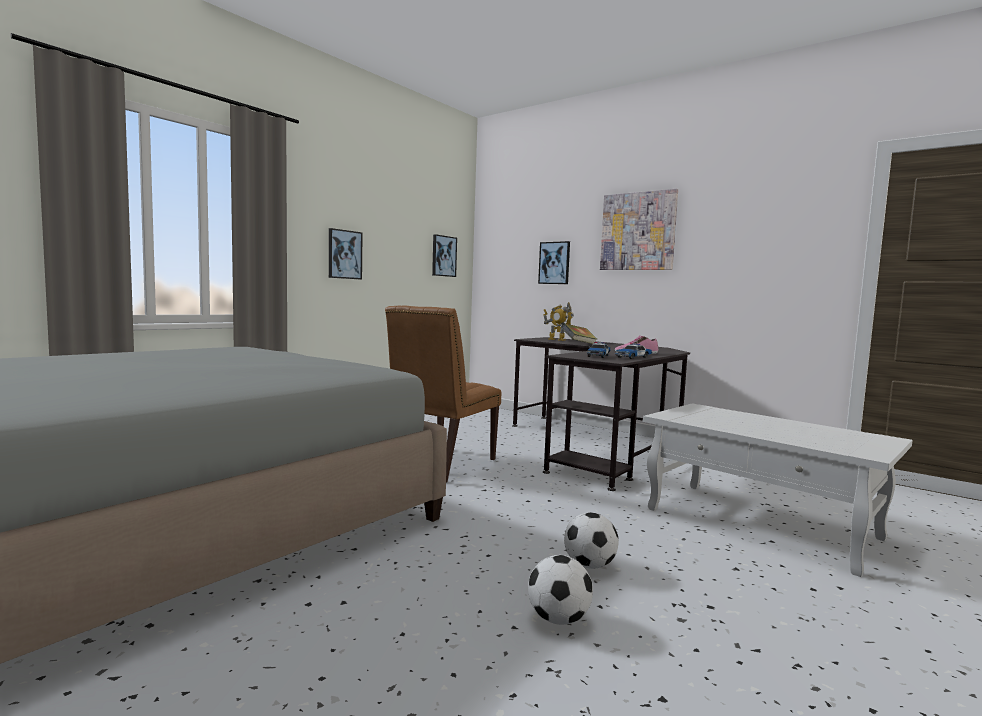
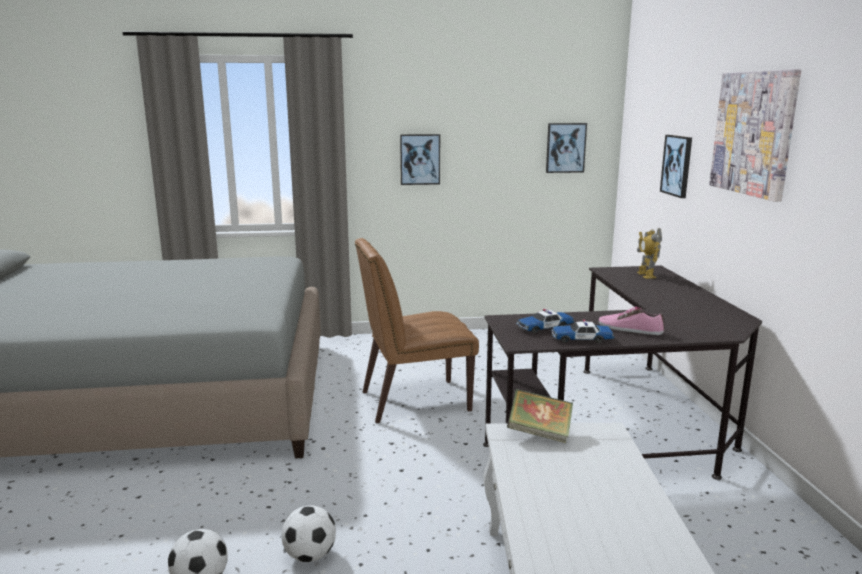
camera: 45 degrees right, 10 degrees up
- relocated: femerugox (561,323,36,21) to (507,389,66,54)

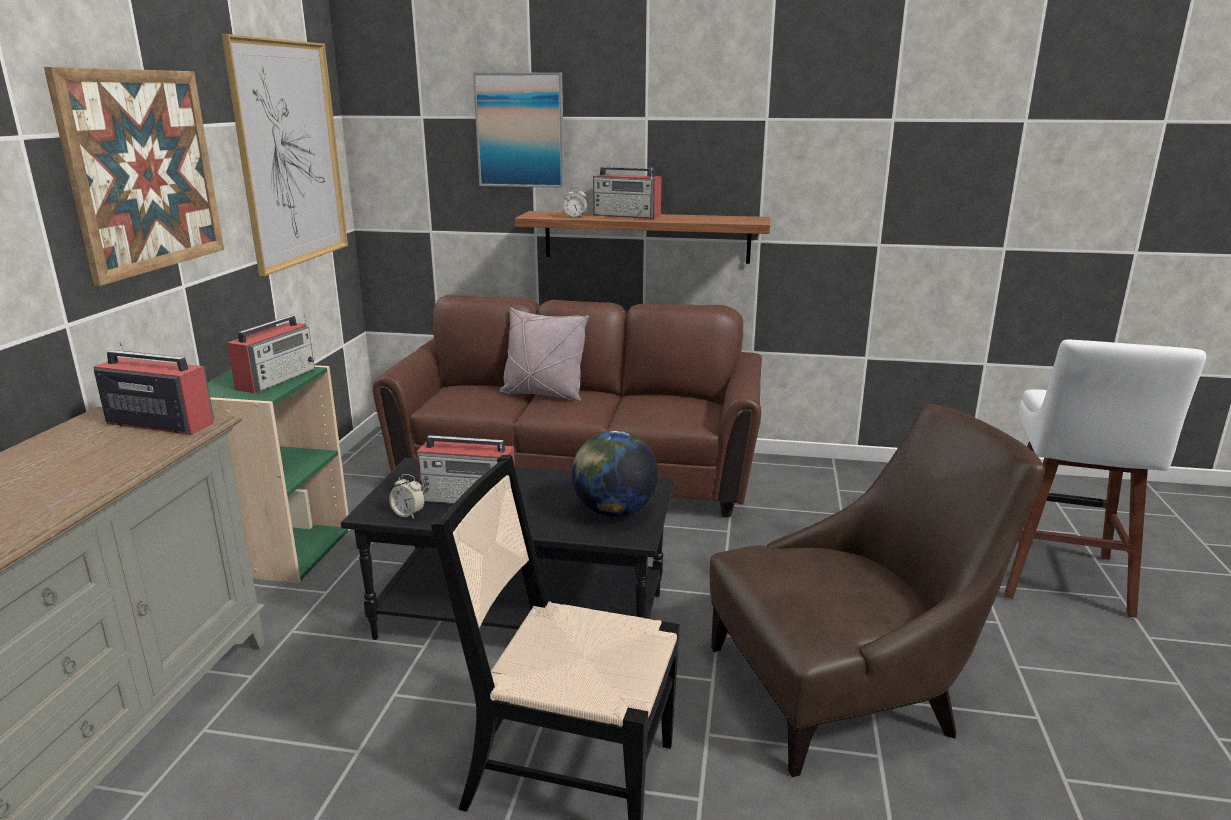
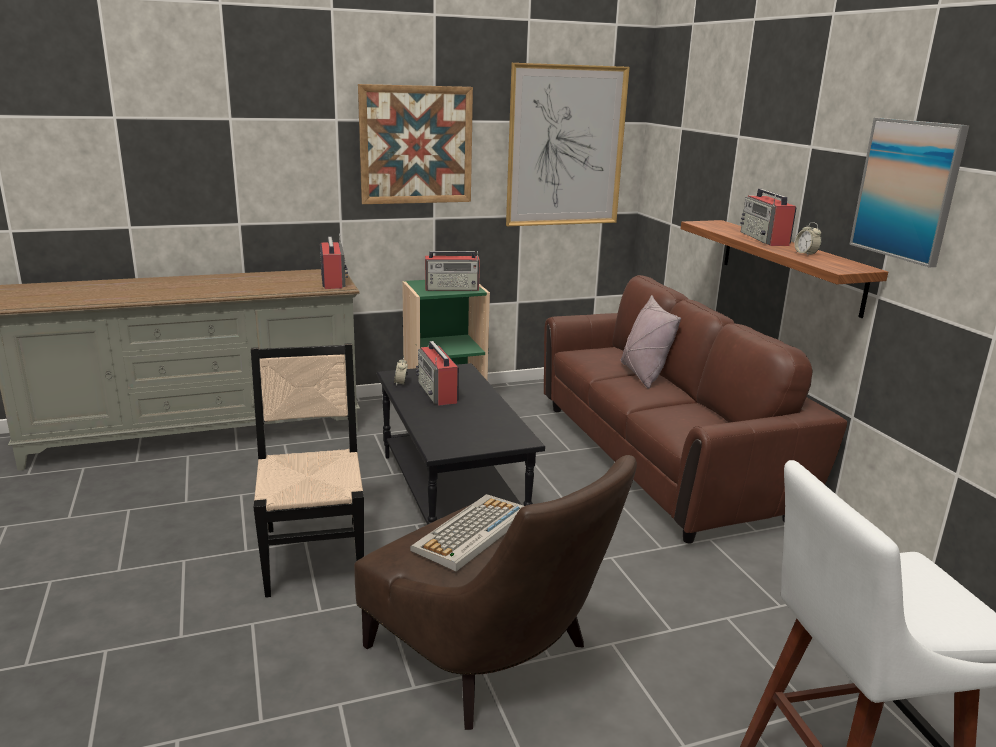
camera: 60 degrees right, 0 degrees up
- missing: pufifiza (572,431,86,86)
- appeared: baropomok (410,494,114,78)
- relocated: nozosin (473,72,92,116) to (849,118,120,150)
- relocated: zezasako (563,186,24,32) to (794,222,27,33)

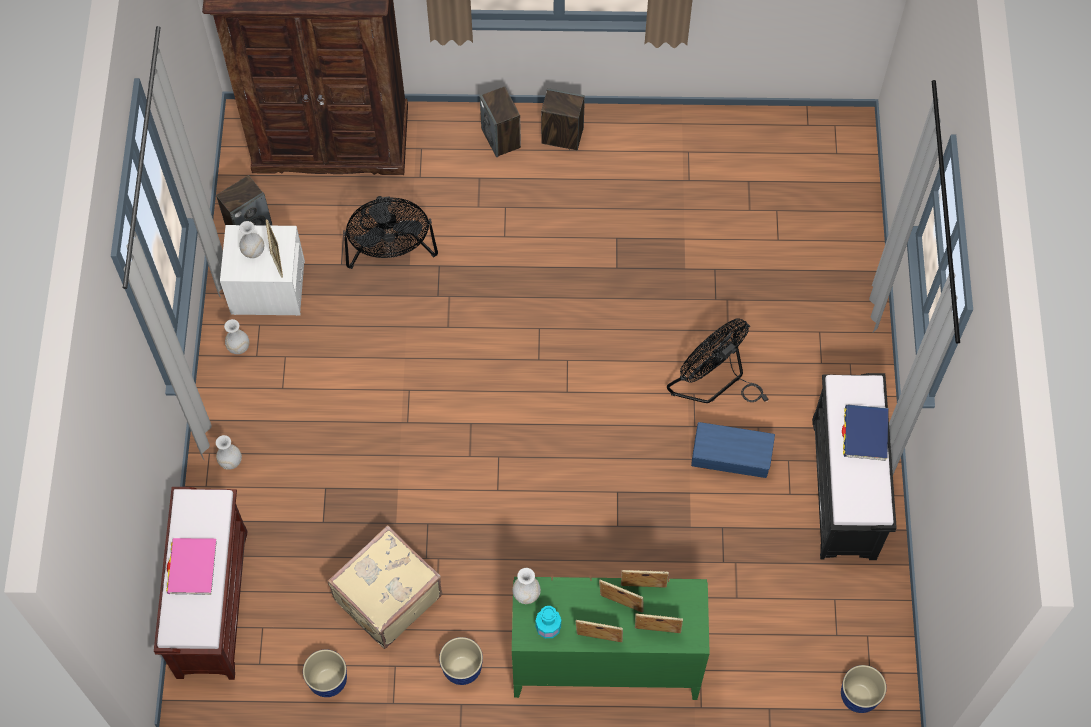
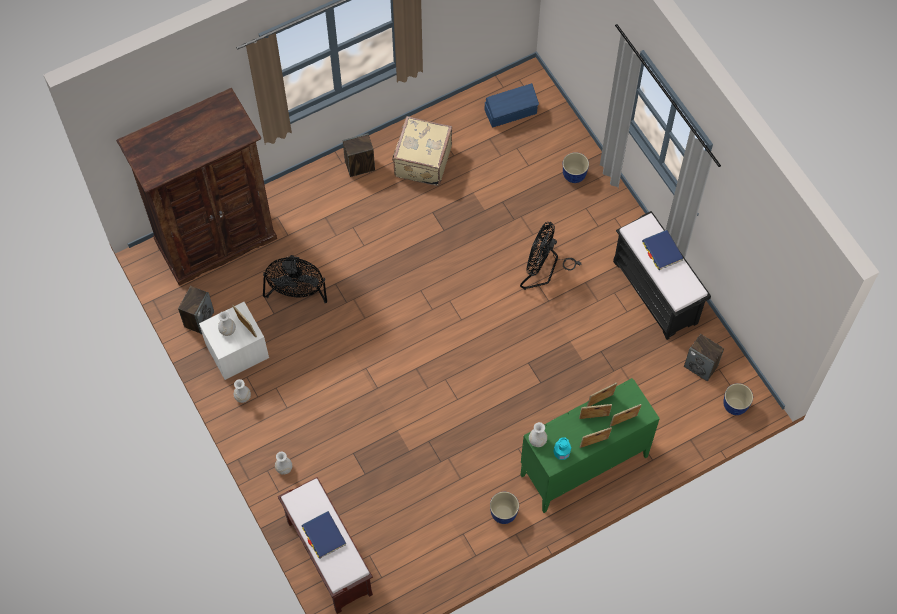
camera: 30 degrees left, 0 degrees up
- relocated: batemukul (303,649,44,48) to (563,152,26,31)
- relocated: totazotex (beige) (327,525,115,124) to (392,116,60,70)
- relocated: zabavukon (480,86,41,71) to (684,334,40,47)
- relocated: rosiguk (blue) (691,422,84,56) to (485,83,54,45)
- colour: femerugox (pink) (166,538,51,57) to femerugox (blue) (302,511,44,48)
- spun: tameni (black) (343,196,95,73) = (263,255,64,48) 45 degrees clockwise

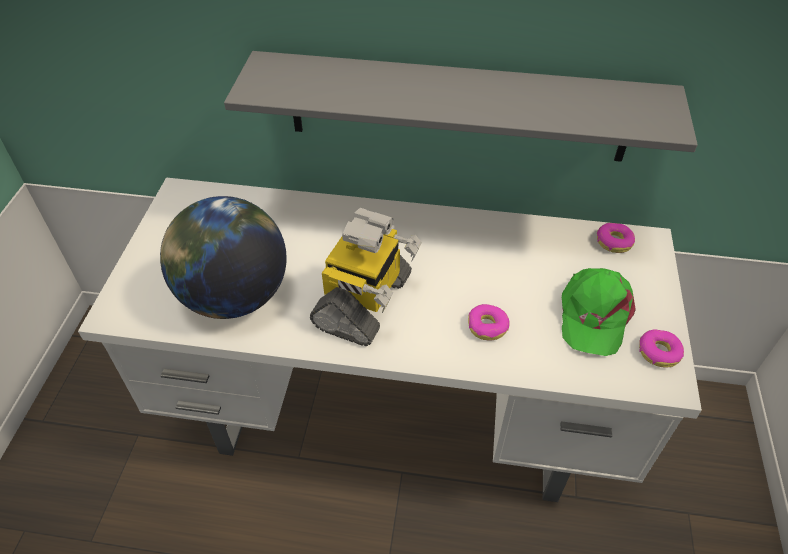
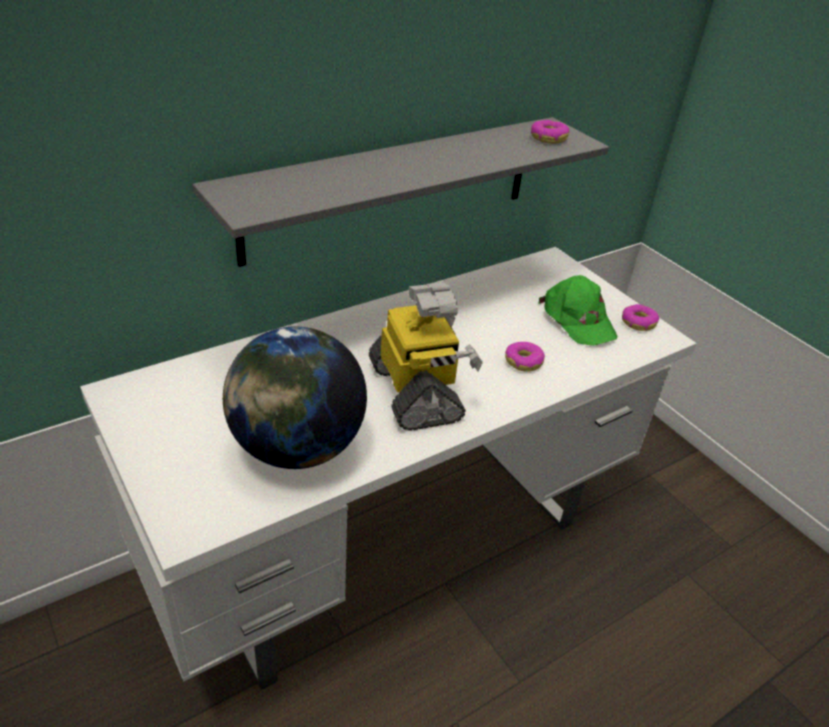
camera: 45 degrees left, 10 degrees down
- relocated: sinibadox (597,223,38,30) to (531,120,39,24)

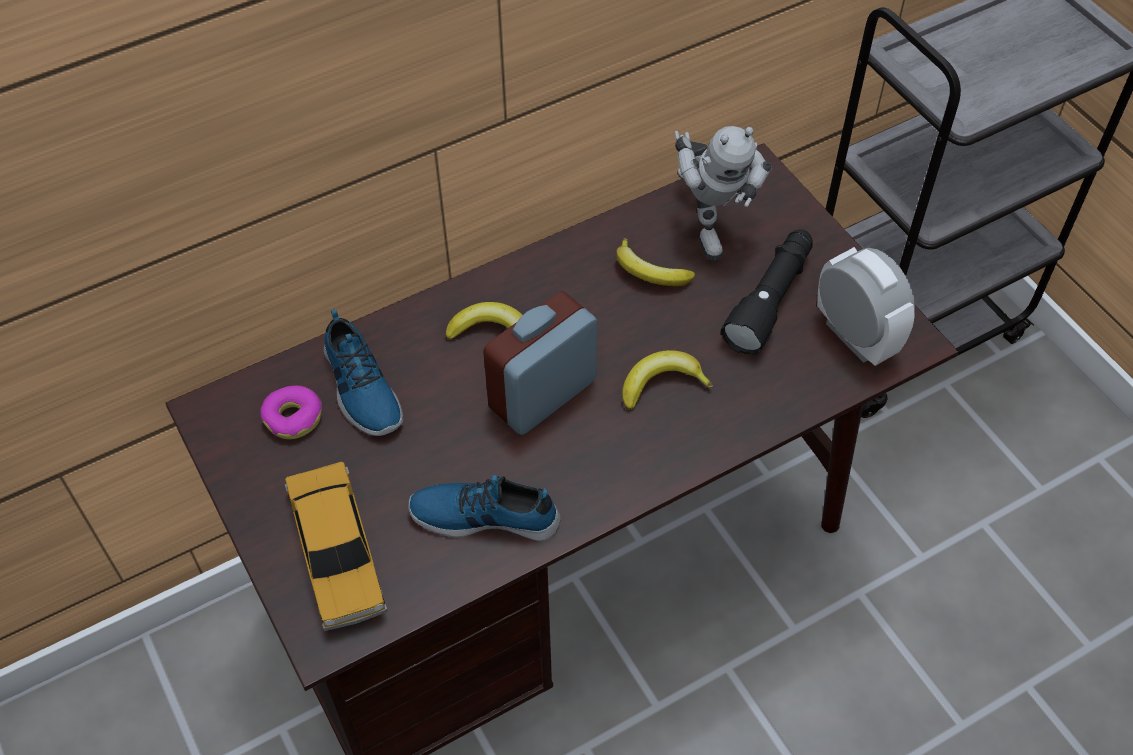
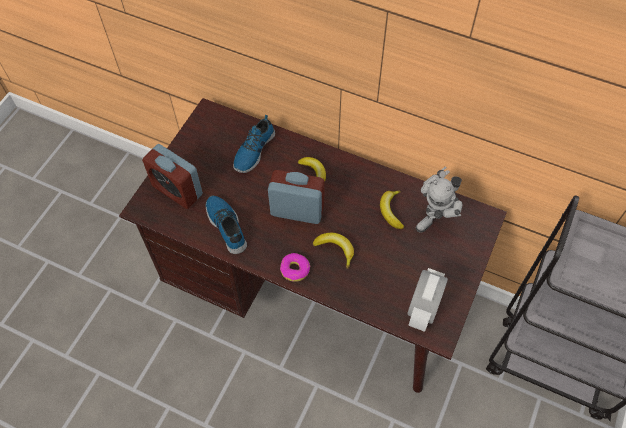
camera: 55 degrees right, 5 degrees up
- missing: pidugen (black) (721,229,92,126)
- relocated: sinibadox (260,385,62,54) to (280,253,30,29)
- exchanged: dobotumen (285,462,103,169) to zezasako (142,144,61,65)

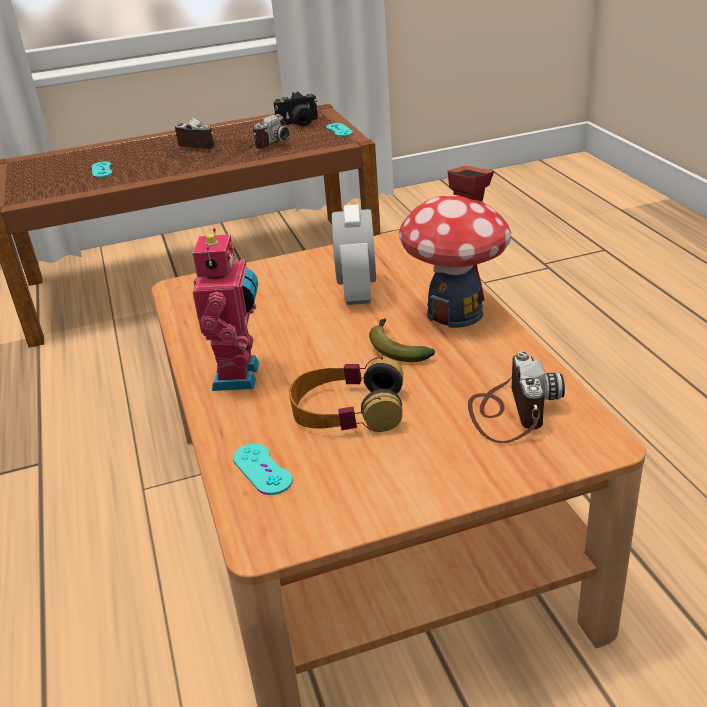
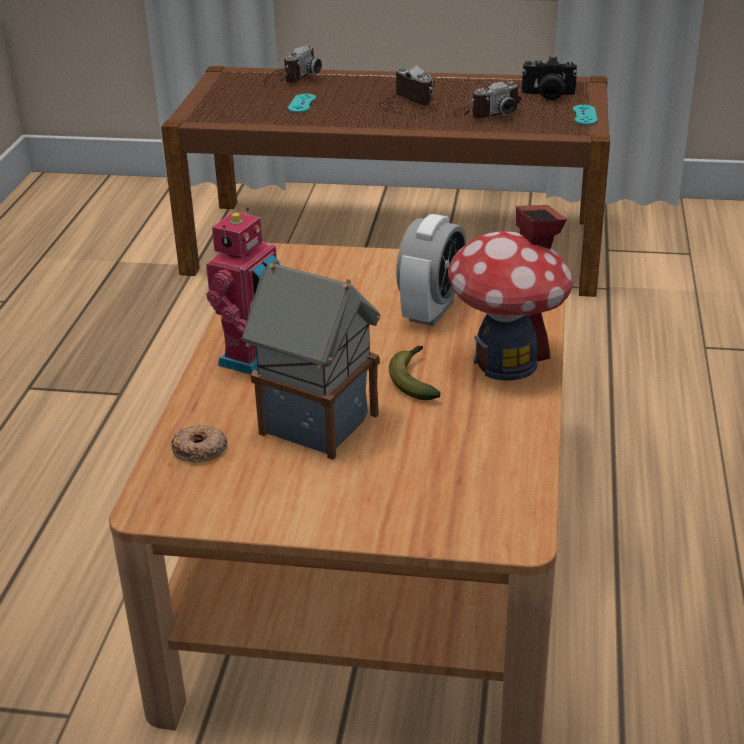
camera: 25 degrees right, 0 degrees up
- relocated: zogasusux (468,351,97,92) to (263,45,59,39)
- exchanged: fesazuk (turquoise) (233,444,60,51) to sinibadox (171,424,57,39)
- exchanged: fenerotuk (289,357,114,75) to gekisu (242,260,138,200)

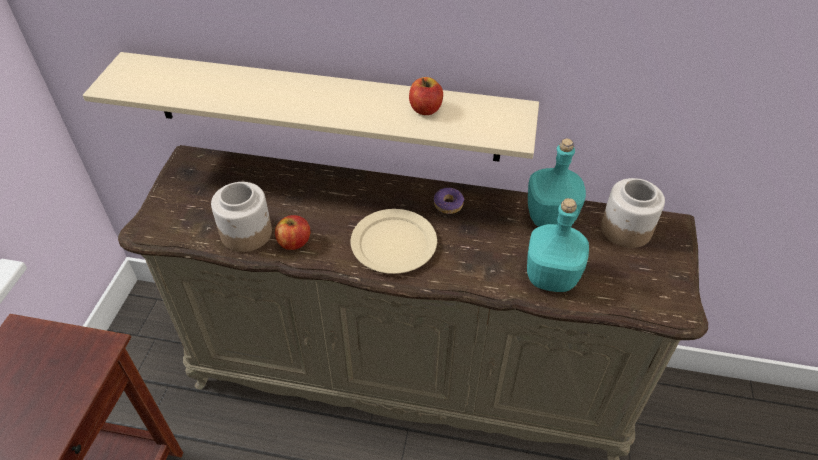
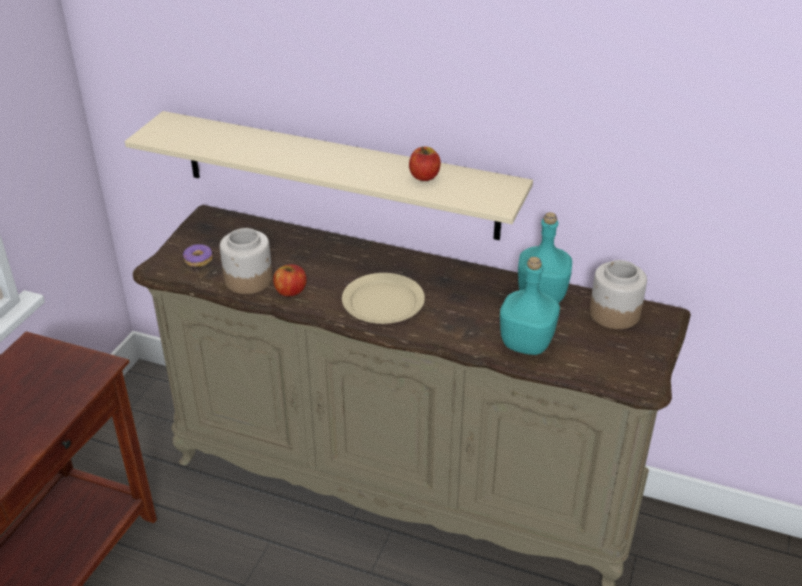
camera: 10 degrees right, 10 degrees down
- relocated: sinibadox (434,188,30,26) to (183,244,30,23)

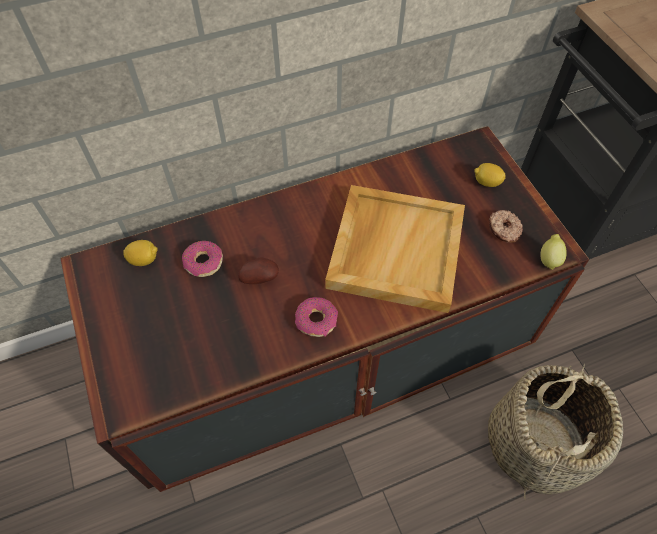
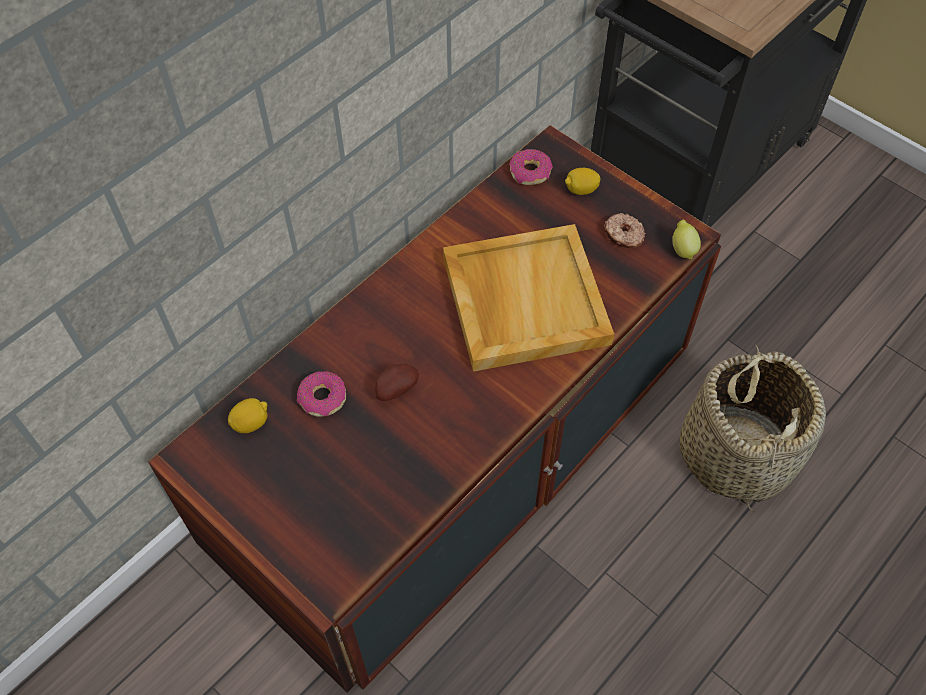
camera: 25 degrees left, 0 degrees up
- relocated: sinibadox (295,297,43,40) to (509,149,44,36)

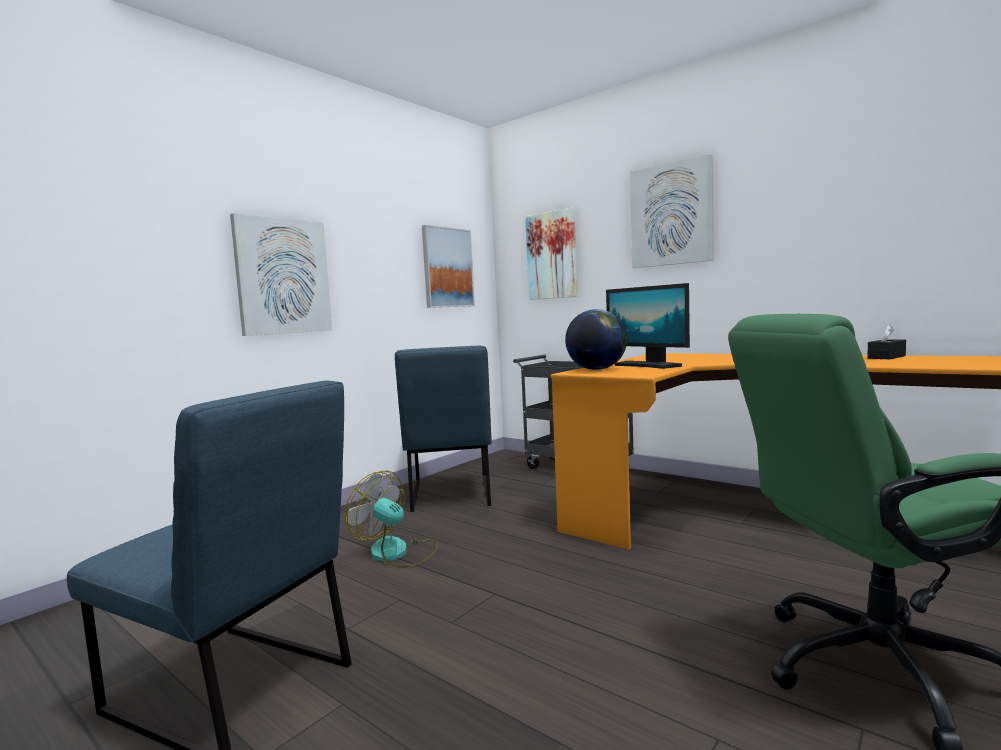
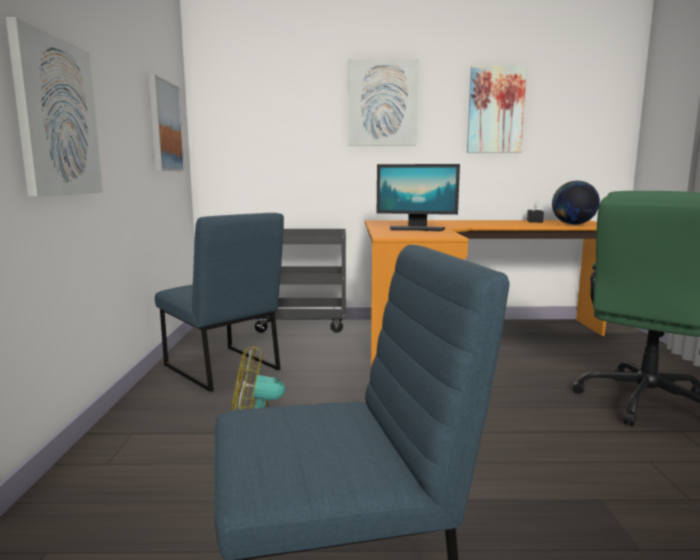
camera: 40 degrees left, 5 degrees up
- relocated: nozosin (525,208,52,92) to (467,66,60,87)
- relocated: pufifiza (565,309,62,61) to (552,181,48,44)

